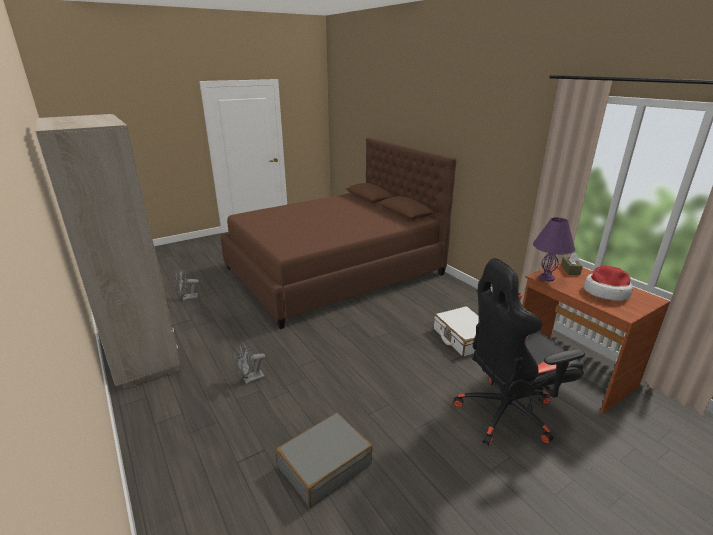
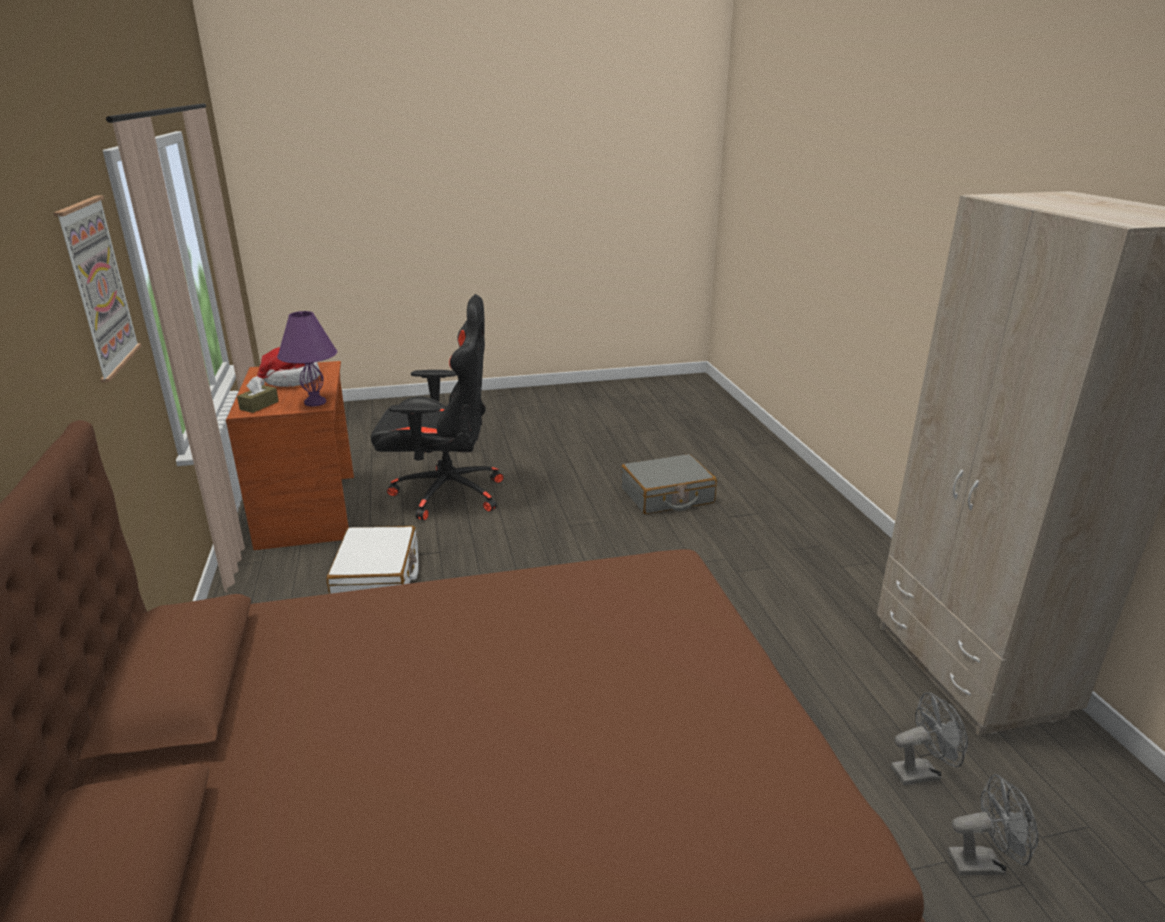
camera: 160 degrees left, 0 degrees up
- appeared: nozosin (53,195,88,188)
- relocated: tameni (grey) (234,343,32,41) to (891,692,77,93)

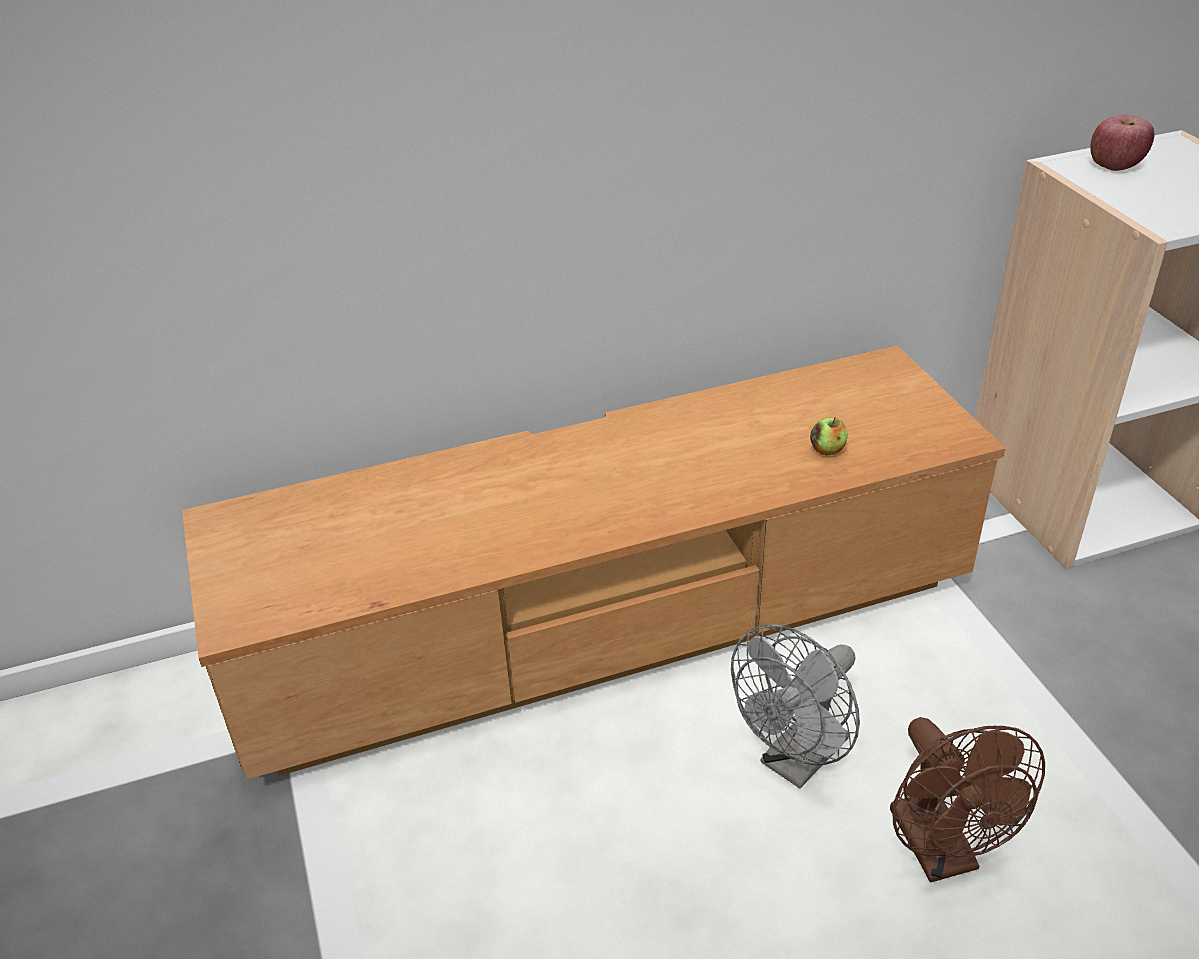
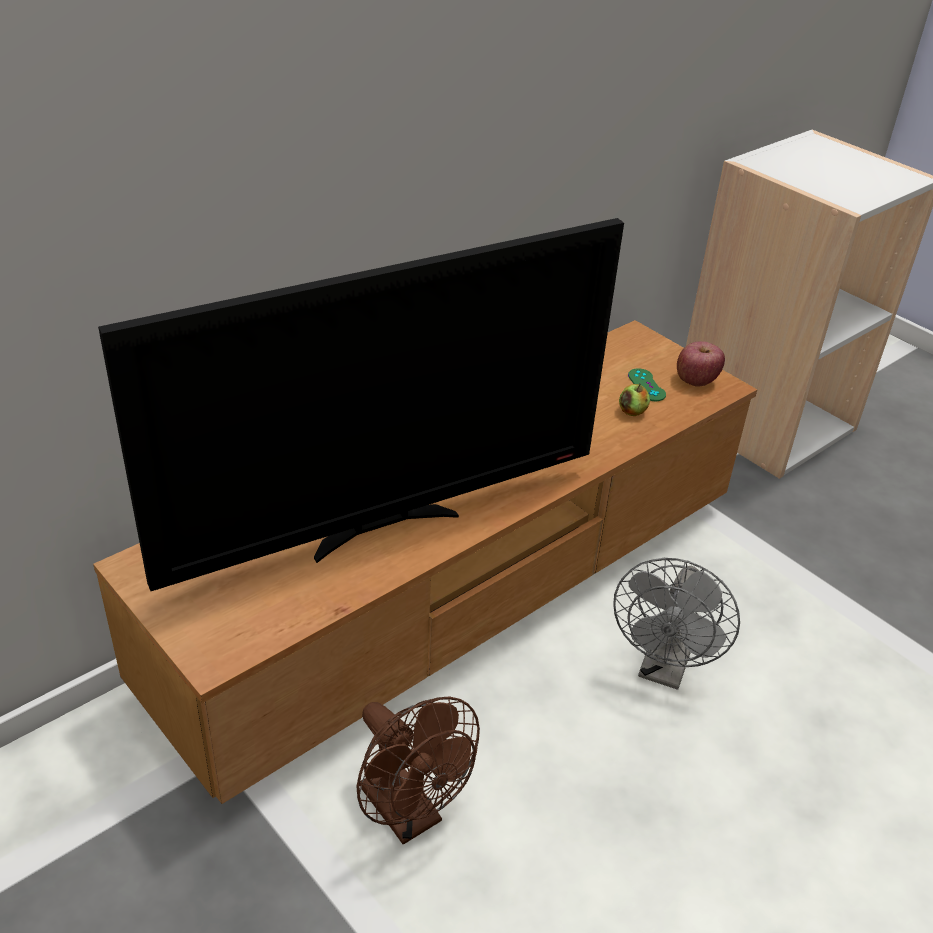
camera: 25 degrees left, 0 degrees up
- appeared: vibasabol (98,218,526,373)
- appeared: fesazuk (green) (628,368,38,33)
- relocated: tameni (brown) (890,717,155,166) to (356,696,124,149)
- relocated: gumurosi (1090,115,65,56) to (677,341,48,46)

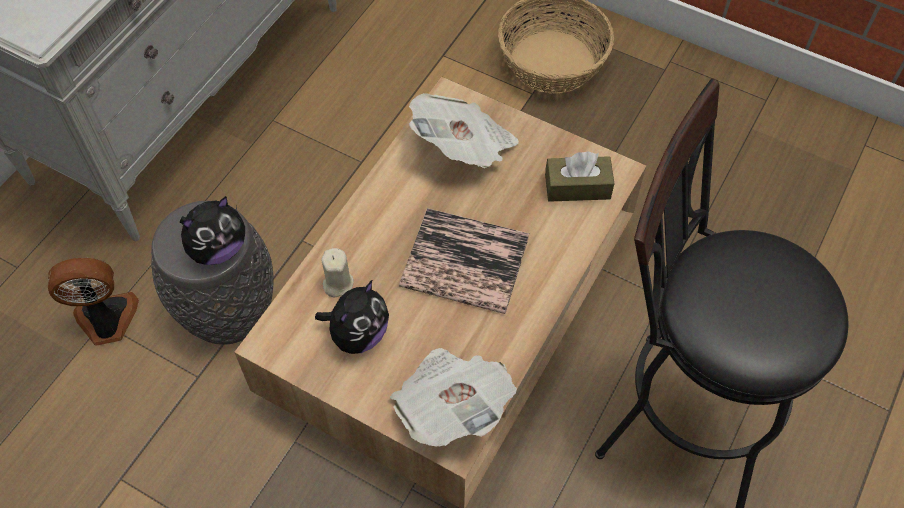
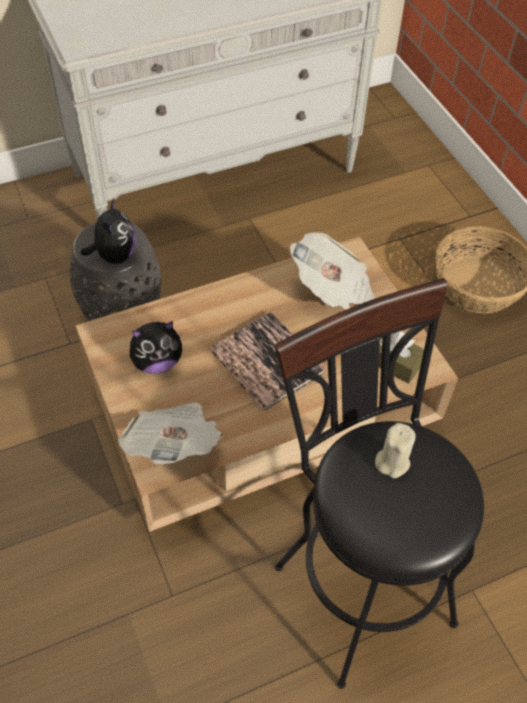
camera: 35 degrees right, 5 degrees down
- missing: tameni (48,258,91,88)
- relocated: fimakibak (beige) (321,248,33,49) to (375,423,41,55)
- spun: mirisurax (180,196,65,69) = (81,198,55,66) 90 degrees counterclockwise

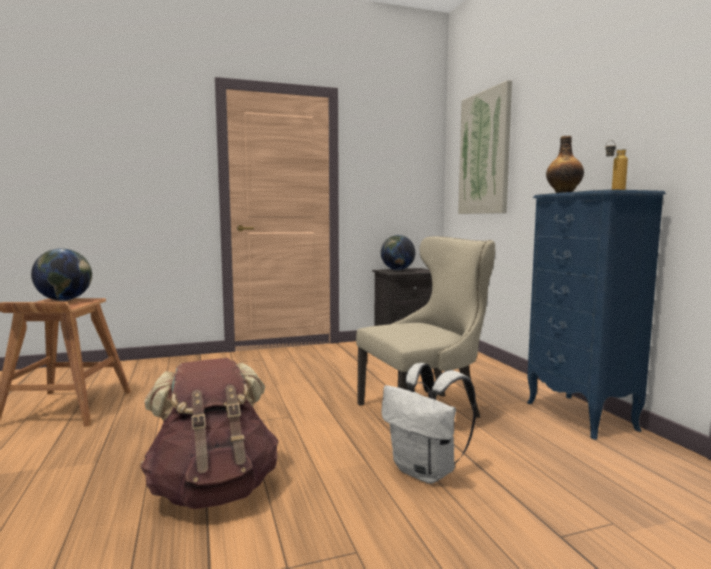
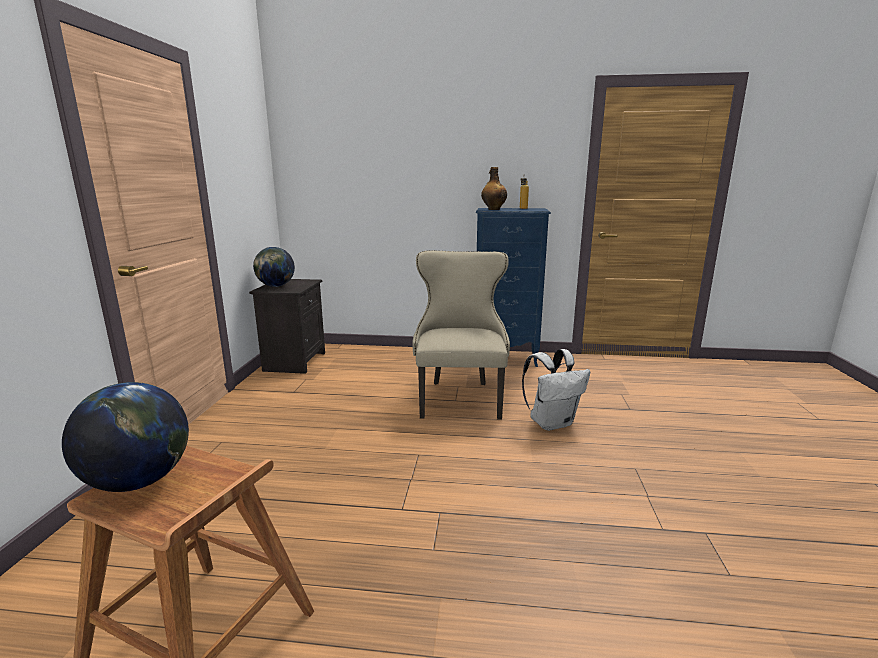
camera: 65 degrees left, 10 degrees up
- missing: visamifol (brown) (140,358,138,151)
- missing: nozosin (458,80,54,134)

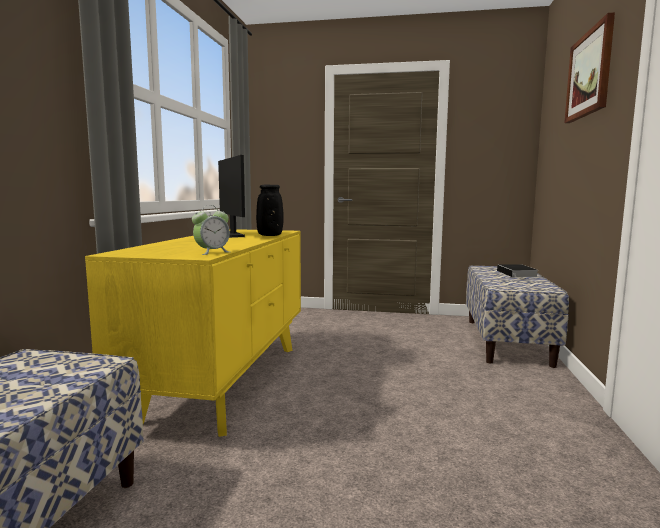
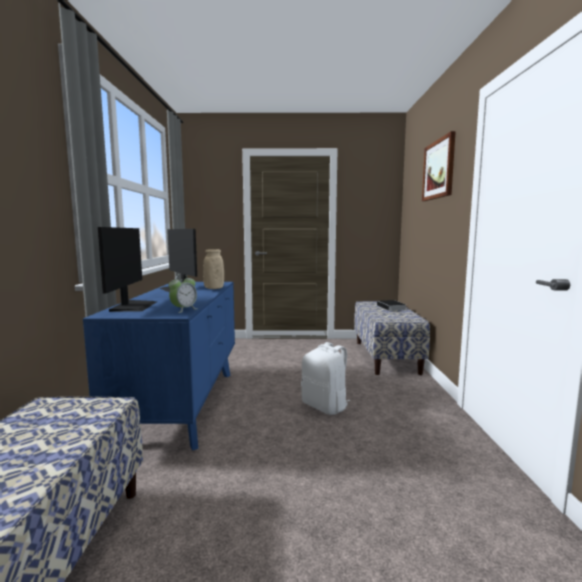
camera: 10 degrees left, 0 degrees up
- appeared: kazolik (98,227,59,85)
- appeared: visamifol (white) (301,342,49,73)
- colour: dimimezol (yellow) (85,229,216,208) to dimimezol (blue) (83,282,152,168)
- colour: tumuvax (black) (256,184,28,52) to tumuvax (beige) (203,249,21,40)

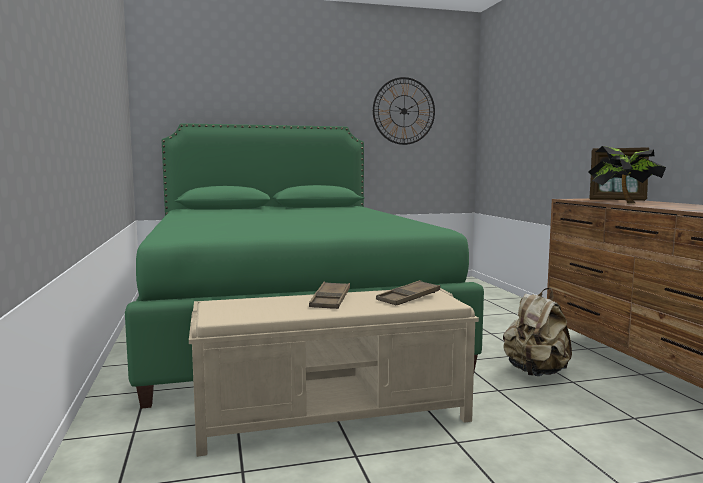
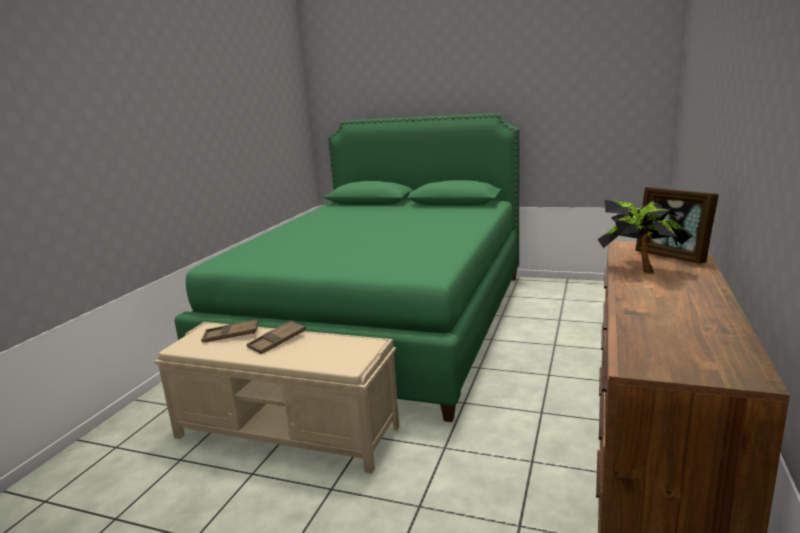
camera: 35 degrees right, 10 degrees up
- missing: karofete (373,77,62,68)
- missing: visamifol (beige) (503,288,69,88)
- relocated: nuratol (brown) (376,280,64,25) to (201,319,58,24)

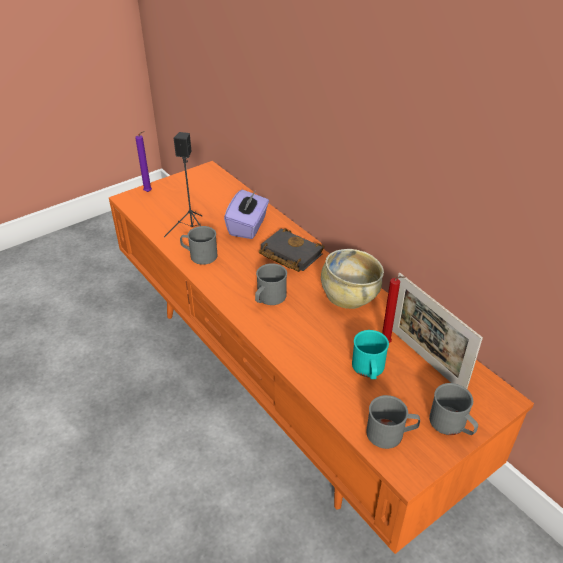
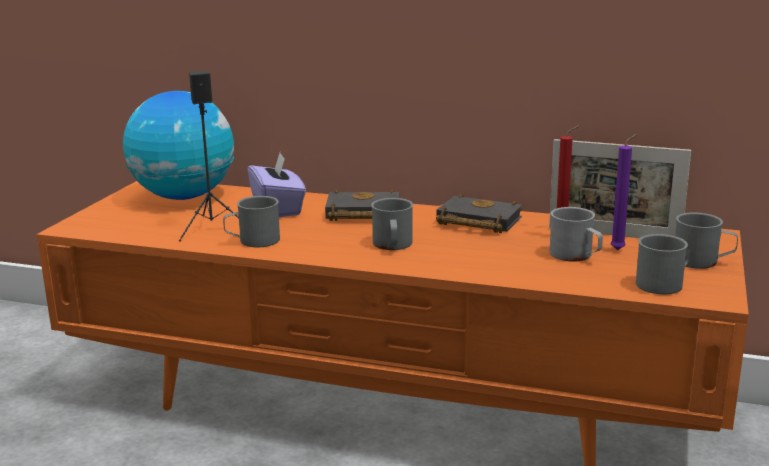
camera: 35 degrees left, 20 degrees down
- appeared: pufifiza (123,91,111,109)
- relocated: fimakibak (purple) (135,131,17,61) to (610,134,27,116)
- exchanged: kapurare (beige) (321,249,63,60) to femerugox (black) (436,193,86,40)
- colour: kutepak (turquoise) (352,330,37,49) to kutepak (grey) (550,207,53,55)

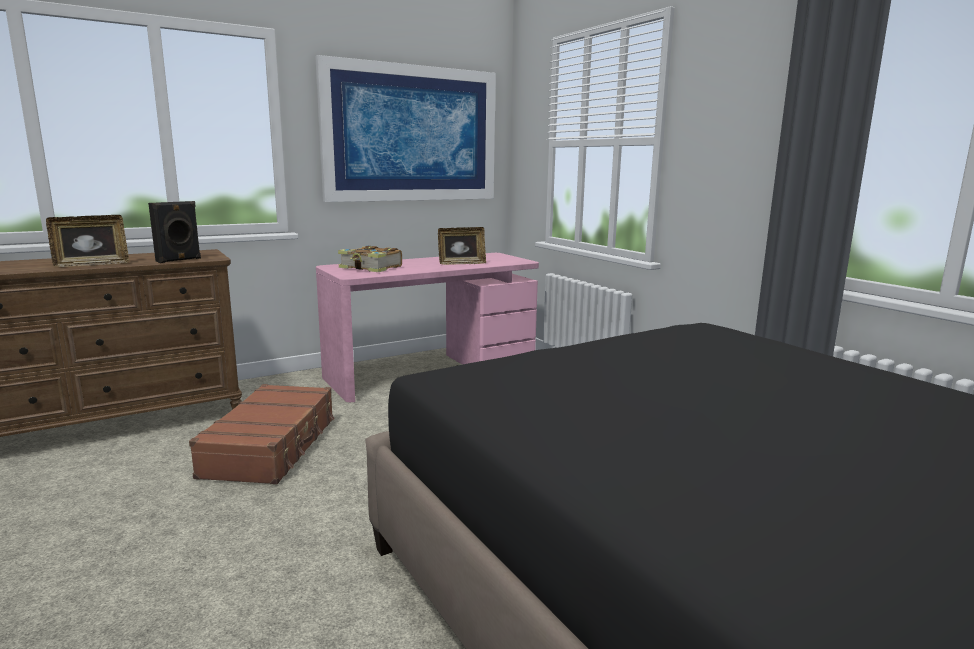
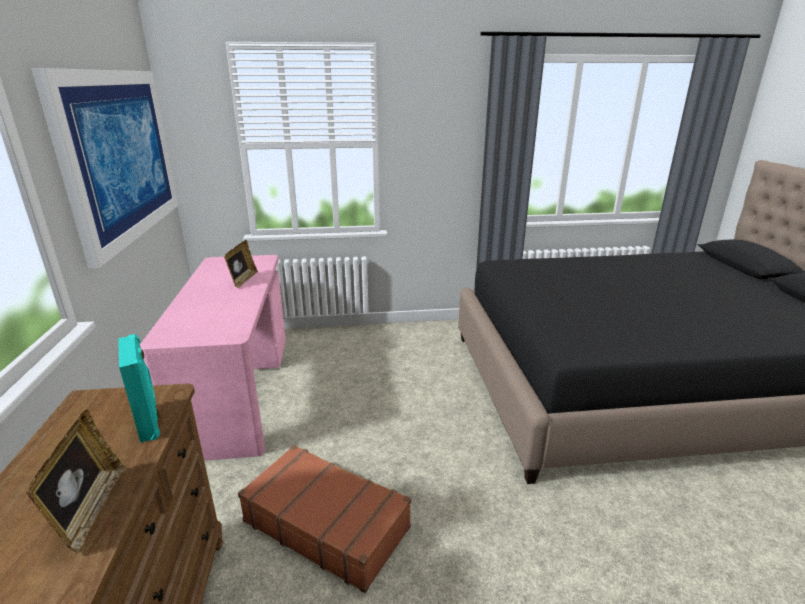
camera: 65 degrees left, 10 degrees up
- missing: femerugox (338,246,64,26)
- colour: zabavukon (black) (148,201,53,62) to zabavukon (turquoise) (118,334,42,109)

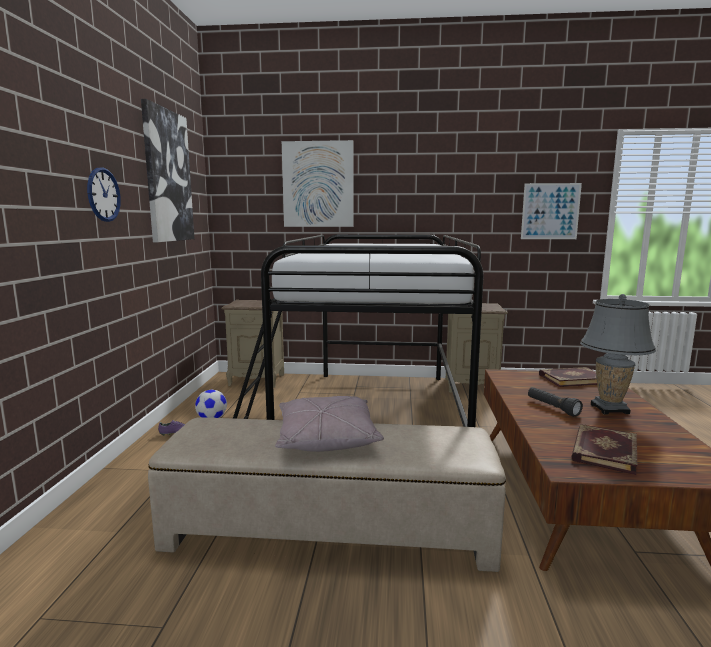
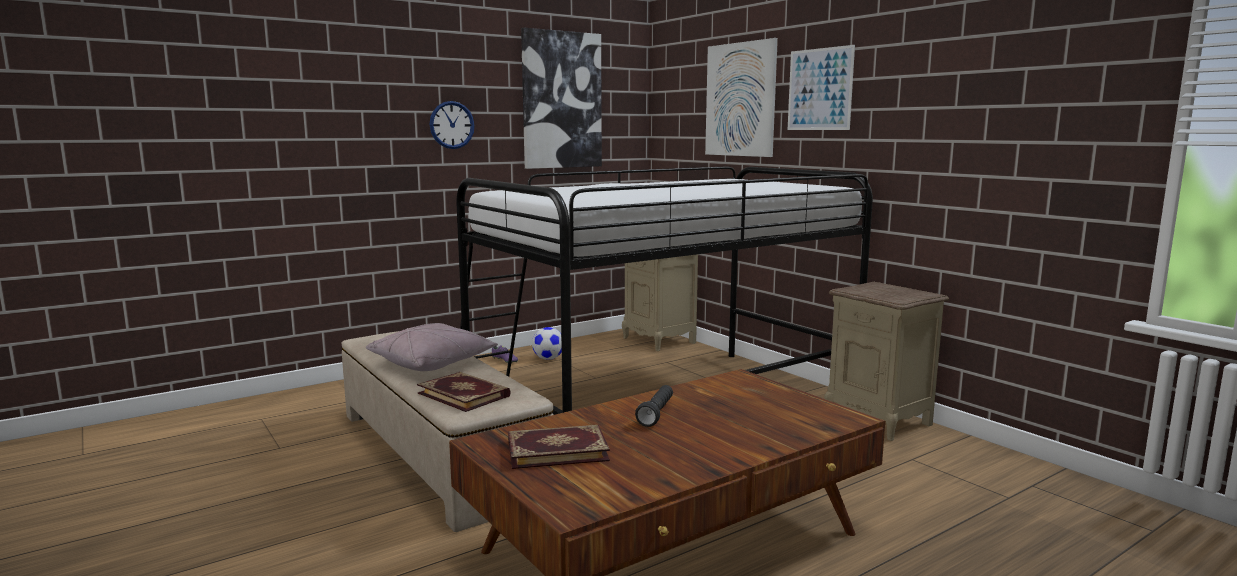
camera: 50 degrees right, 0 degrees up
- missing: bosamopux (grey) (580,294,76,121)
- relocated: nozosin (521,183,61,56) to (788,45,67,85)
- relocated: femerugox (539,367,58,20) to (417,372,94,40)

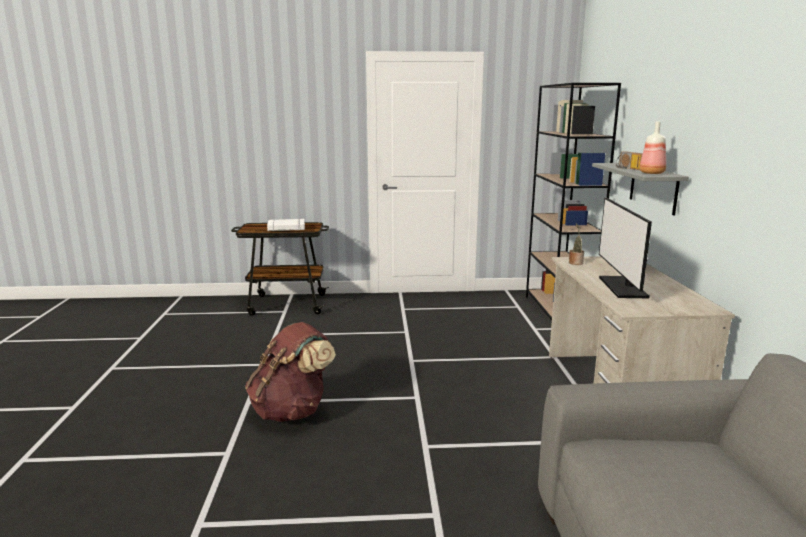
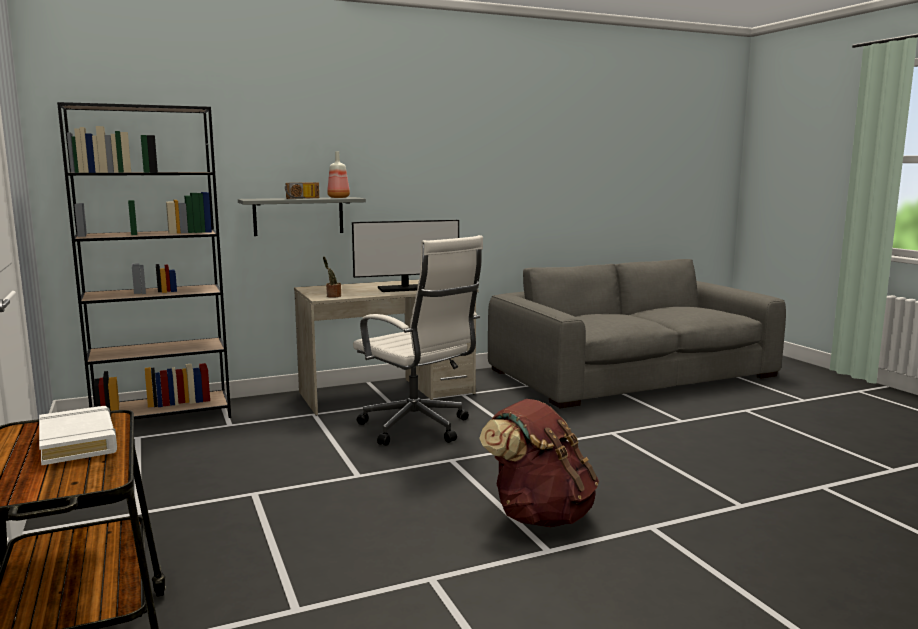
camera: 110 degrees left, 5 degrees down
- appeared: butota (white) (353,235,130,211)

